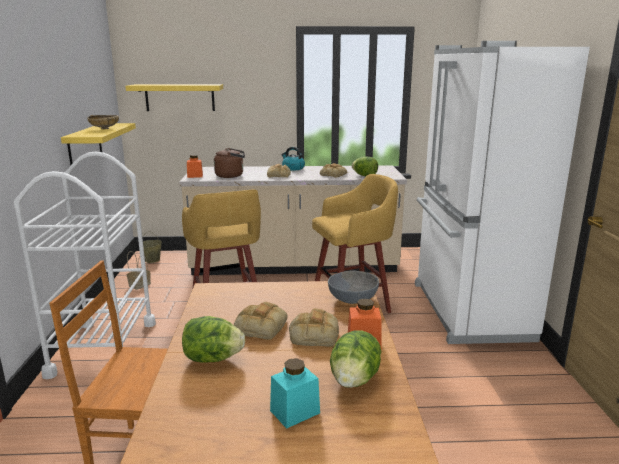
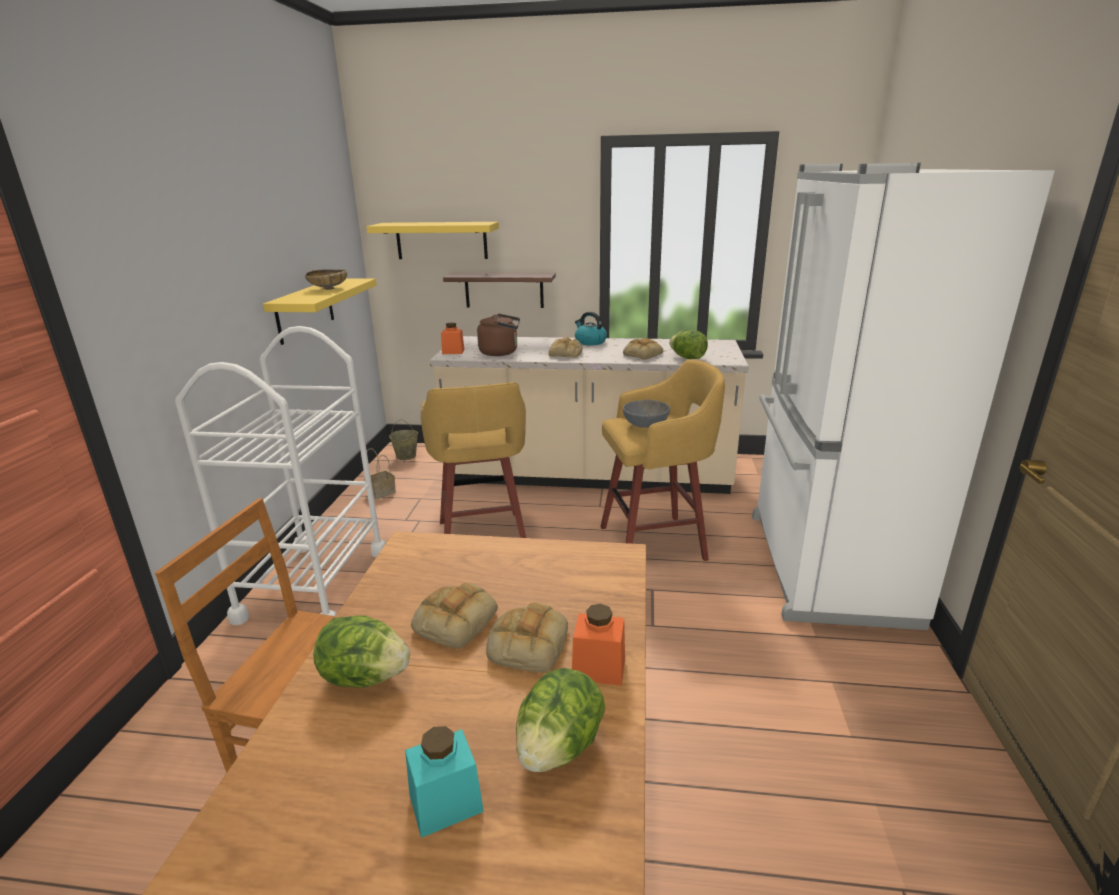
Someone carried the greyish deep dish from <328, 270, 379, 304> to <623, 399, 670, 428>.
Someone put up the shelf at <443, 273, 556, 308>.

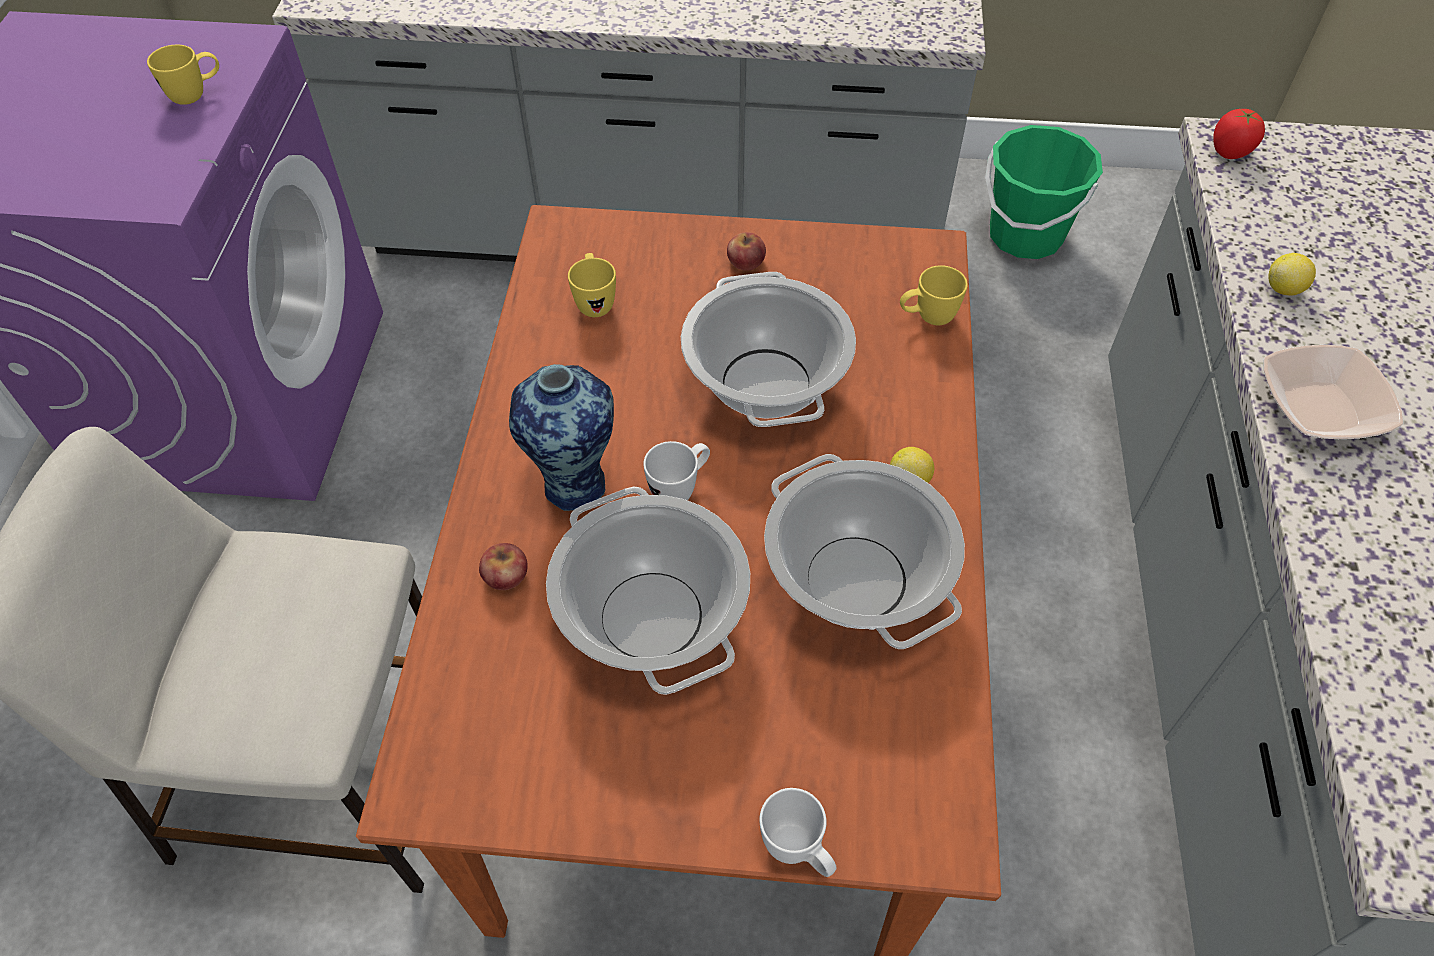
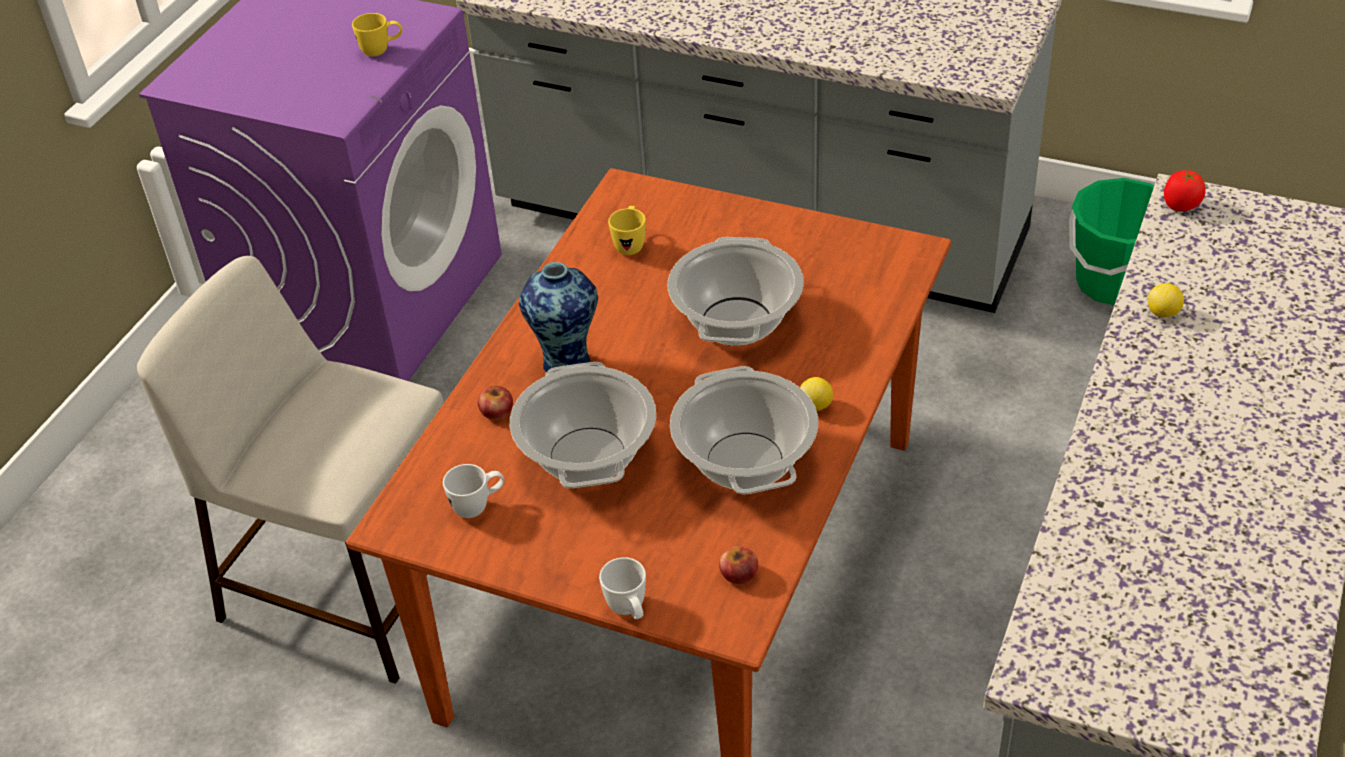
Someone carried the whole apple from <727, 232, 766, 271> to <719, 546, 758, 584>.
Someone took away the yellow-coloured mug at <900, 265, 968, 325>.
Someone took away the deep dish at <1263, 345, 1403, 439>.
Someone carried the white-coloured mug from <643, 441, 710, 500> to <443, 464, 504, 518>.

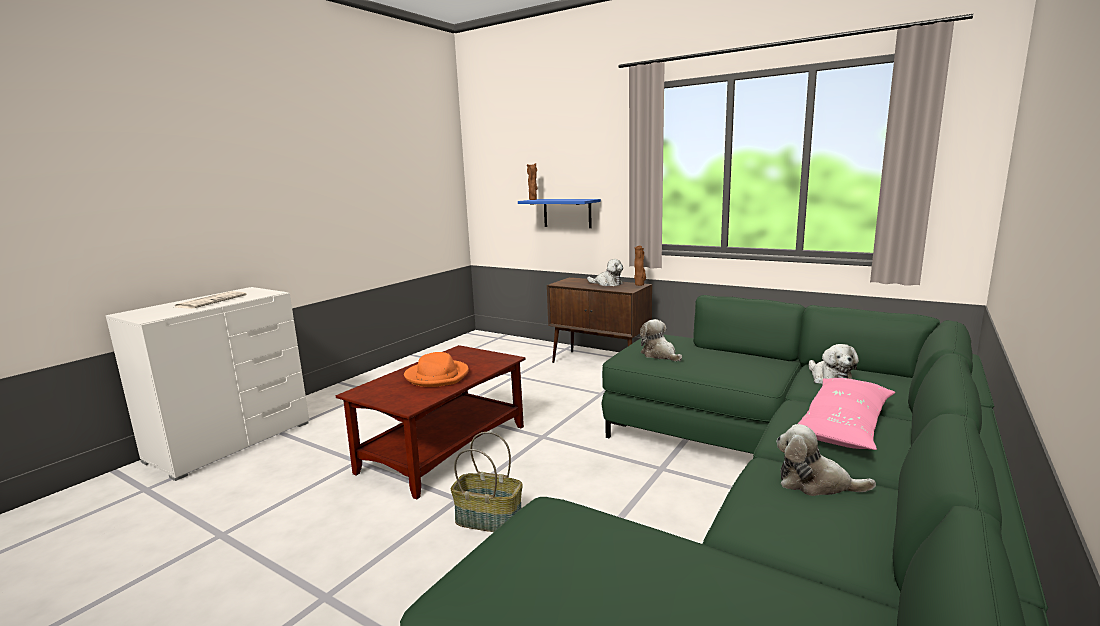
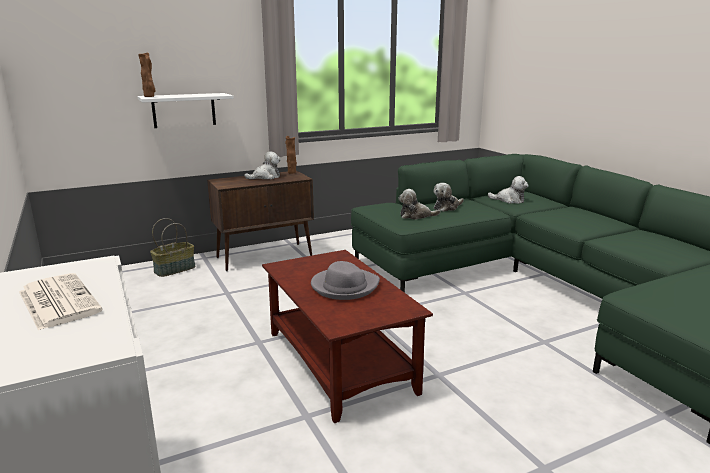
Someone repainted the bluish shelf at <518, 199, 601, 228>, which became the white-coloured shelf at <138, 93, 234, 128>.
Someone repainted the orangey clothing hat at <404, 352, 469, 387>, which became the greyish clothing hat at <311, 261, 380, 300>.
Someone took away the pink pillow at <798, 378, 895, 450>.
Someone carried the soft toy from <776, 424, 876, 496> to <434, 183, 464, 212>.
Someone carried the storage basket from <451, 432, 523, 532> to <150, 218, 195, 277>.

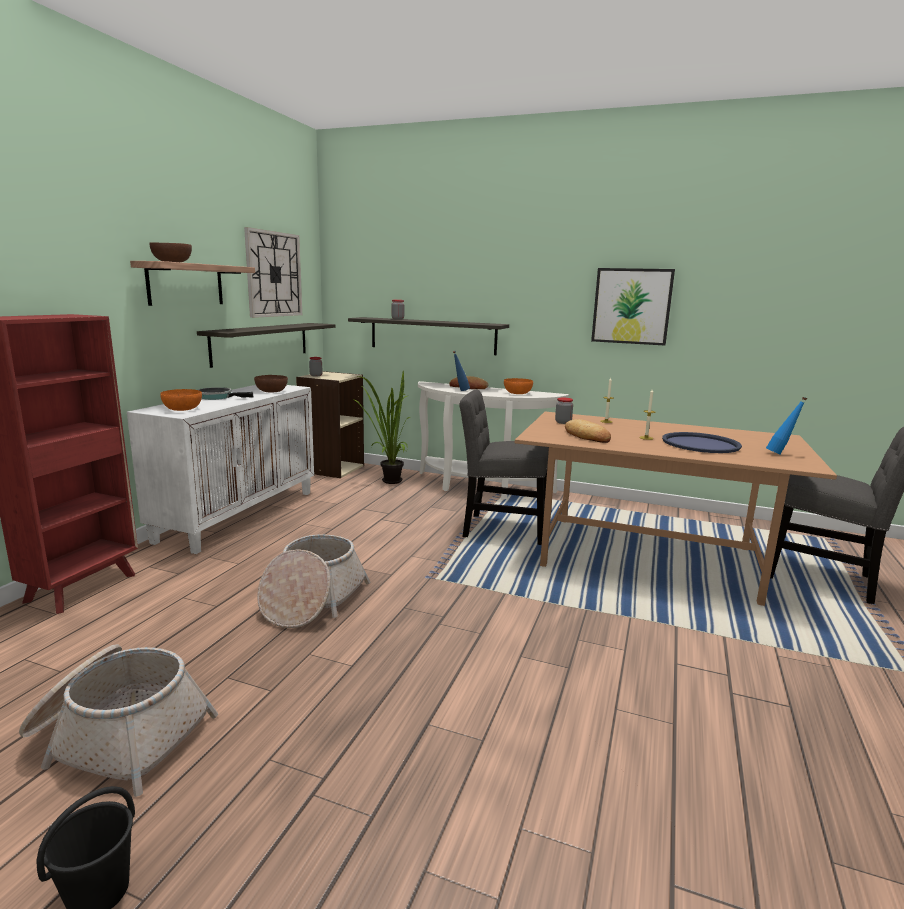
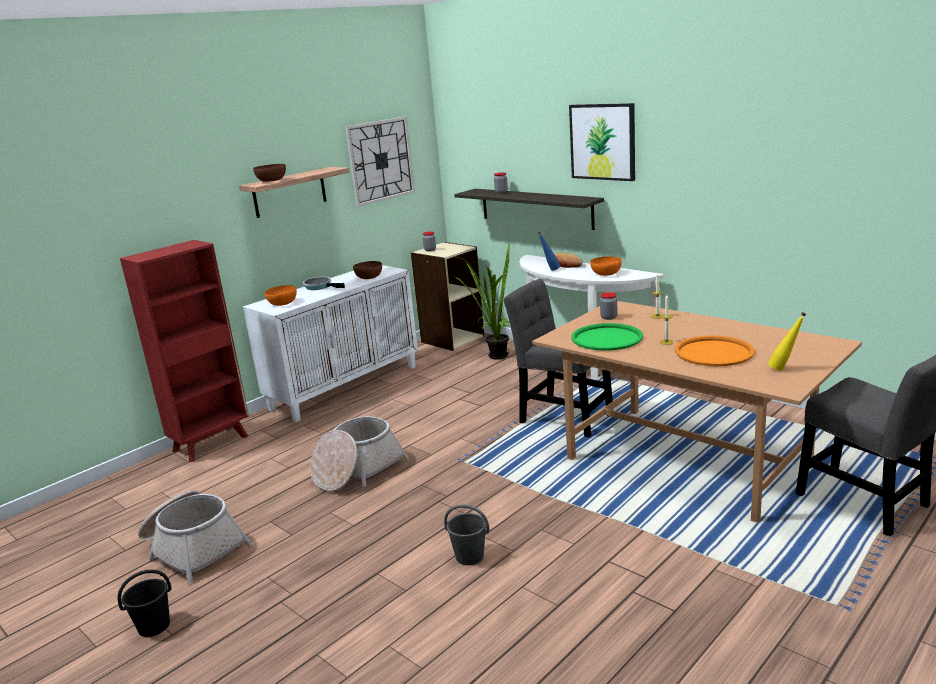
Someone carried the picture from <591, 268, 675, 346> to <569, 103, 635, 181>.
Someone took away the shelf at <197, 323, 336, 368>.
Someone repainted the bluish bottle at <766, 397, 807, 454>, which became the yellow-coloured bottle at <768, 312, 806, 371>.
Someone swapped the bakery bread at <565, 419, 611, 443> for the greenish carrying tray at <571, 323, 643, 351>.
Someone repainted the bluish carrying tray at <662, 432, 742, 453>, which became the orangey carrying tray at <675, 336, 755, 366>.
Someone put down the greyish pail at <444, 504, 490, 565>.

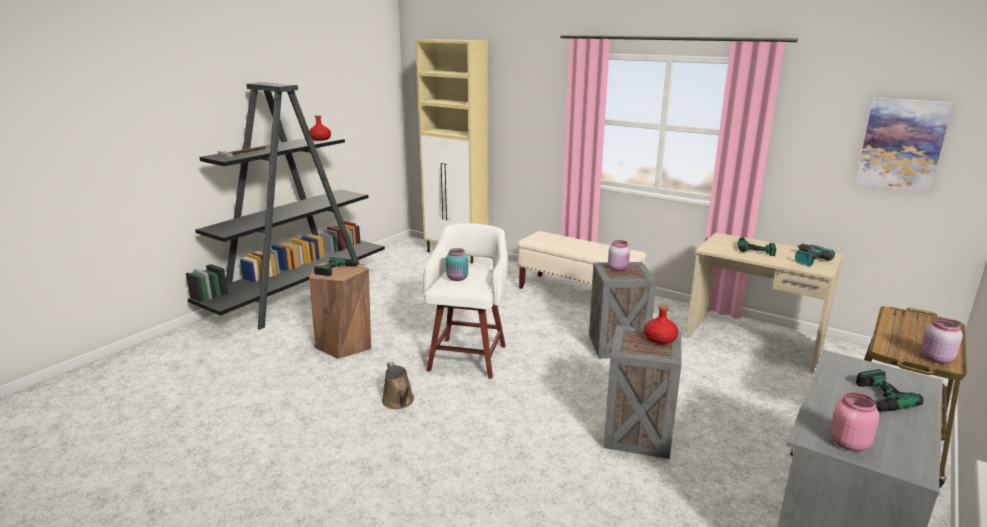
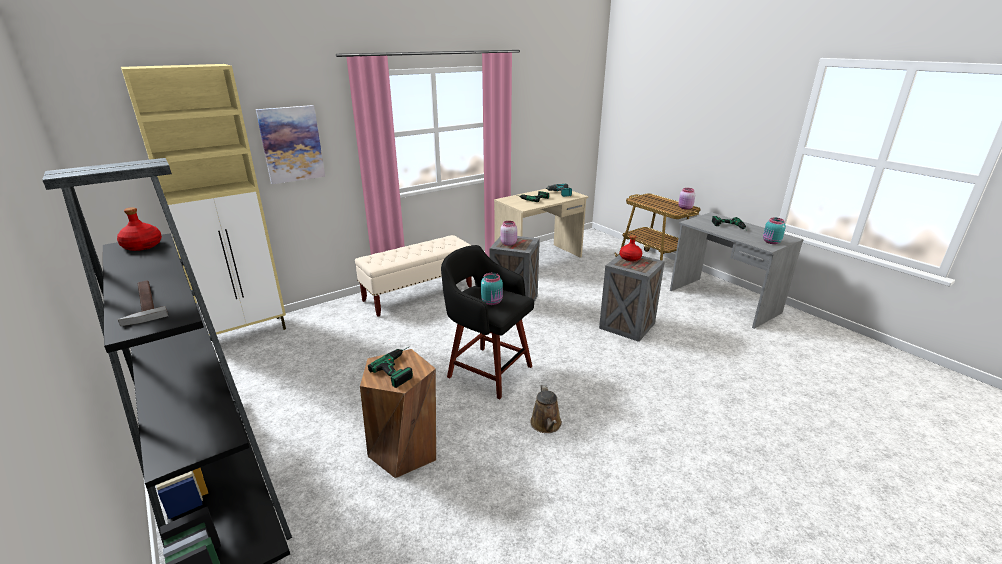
Someone carried the picture from <855, 98, 953, 193> to <256, 105, 325, 184>.
Someone repainted the white-coloured stool at <423, 223, 508, 379>, which became the black stool at <441, 245, 534, 399>.
Someone rotated the brown watering can at <382, 361, 414, 409> by 90 degrees clockwise.
Someone repainted the pink preserve jar at <830, 392, 879, 451>, which became the turquoise preserve jar at <763, 218, 786, 244>.

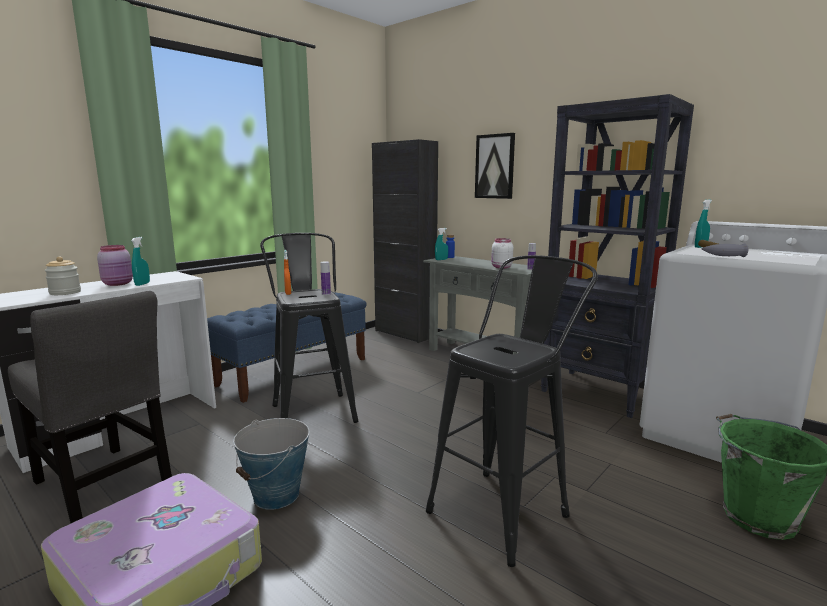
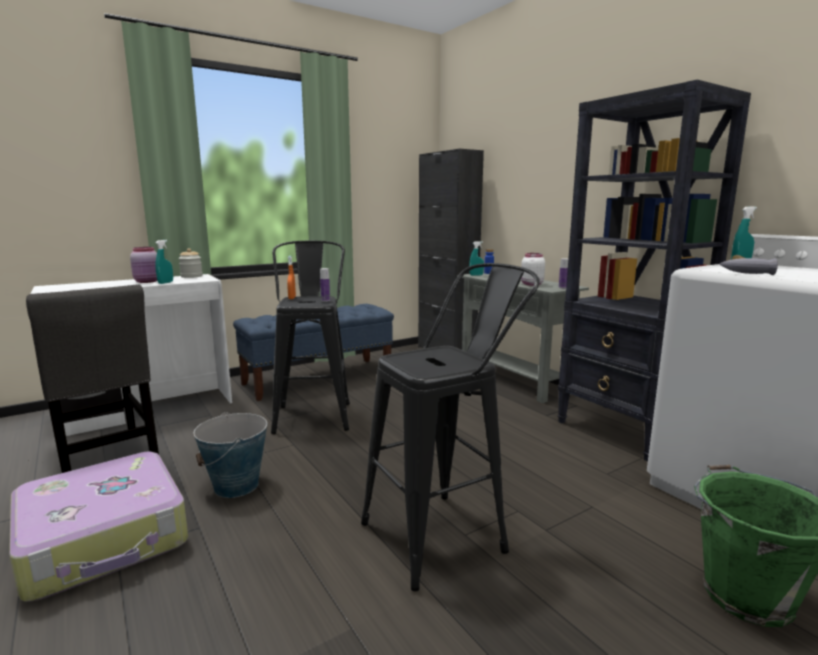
Someone took away the picture at <475, 133, 515, 199>.
Someone carried the preserve jar from <44, 257, 81, 295> to <179, 248, 203, 278>.

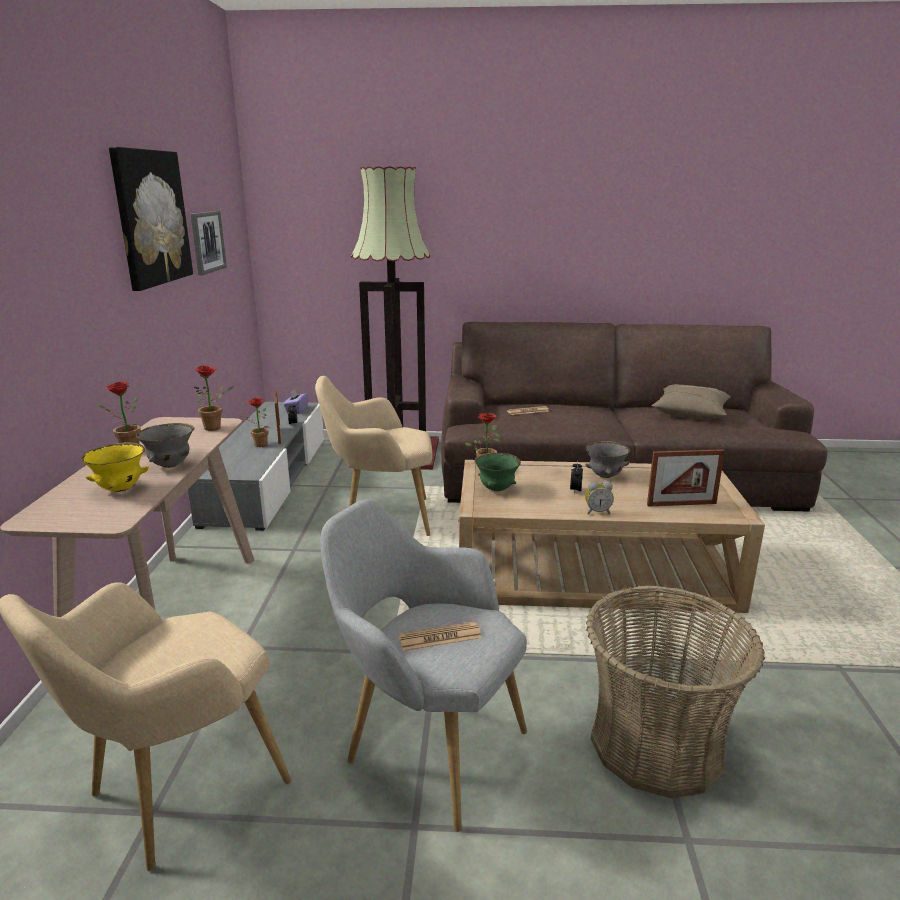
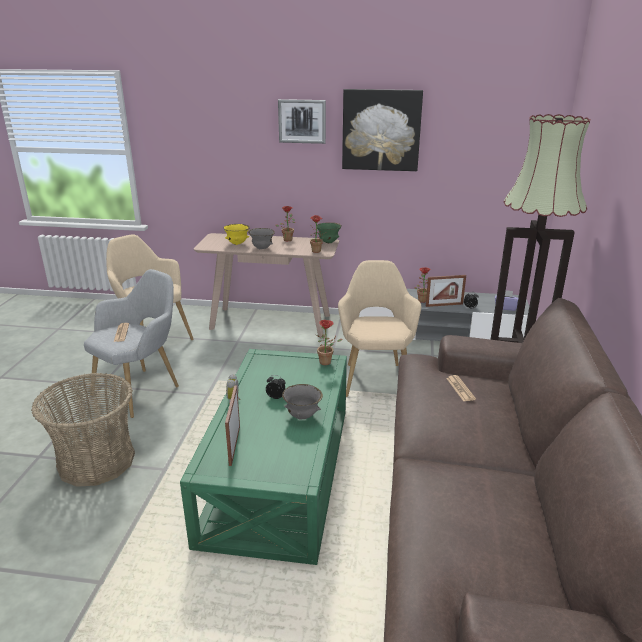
Someone carried the picture from <190, 211, 227, 275> to <278, 99, 326, 144>.
Someone took away the beige pillow at <651, 385, 731, 420>.
Someone carried the greenish deep dish from <475, 453, 521, 491> to <317, 222, 342, 243>.
Someone repainted the beige low table at <458, 460, 765, 613>, which became the greenish low table at <180, 349, 347, 565>.

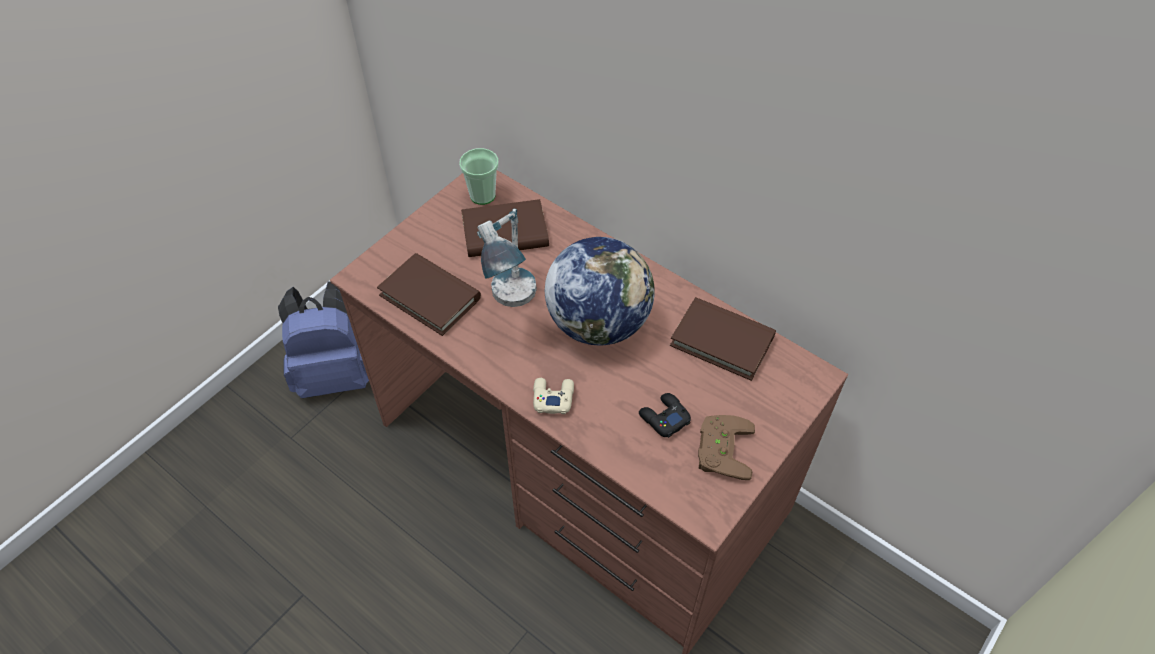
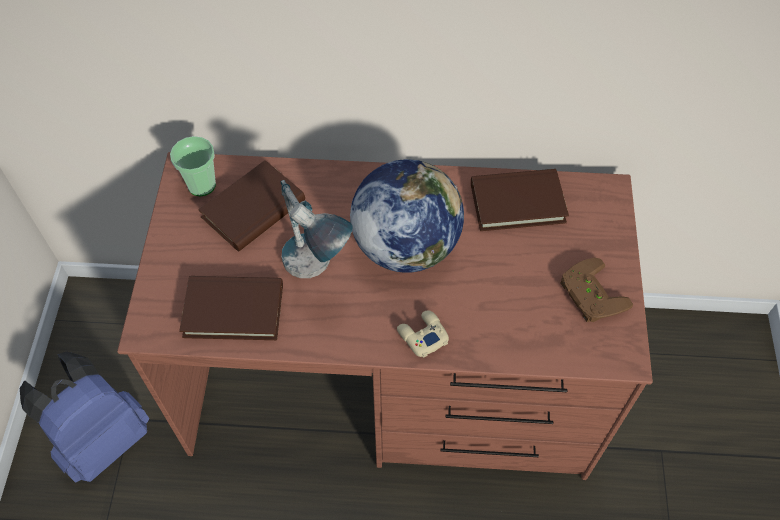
Someone took away the black game controller at <639, 393, 691, 438>.

